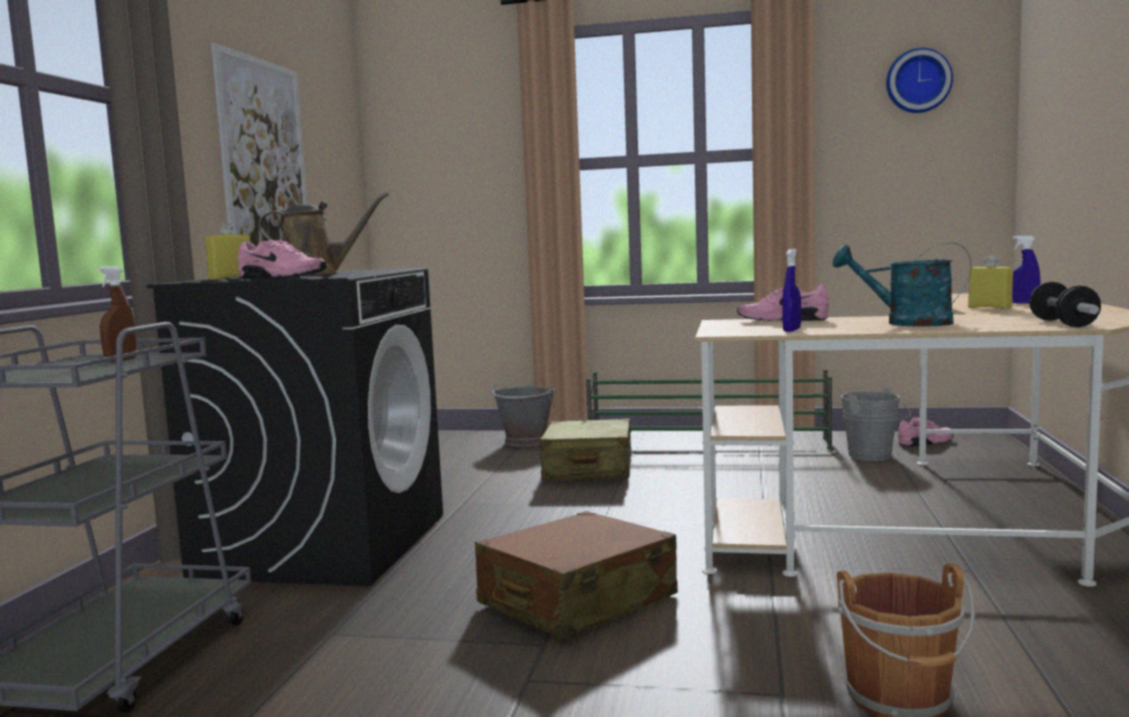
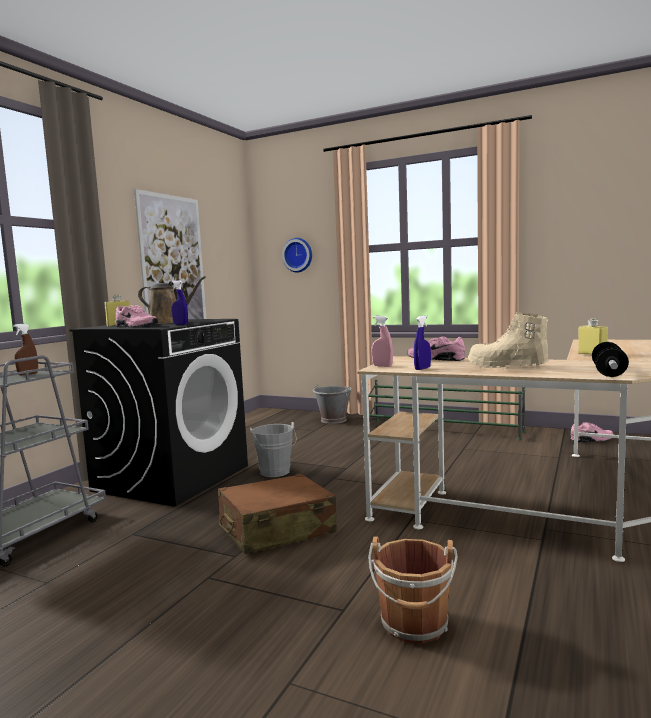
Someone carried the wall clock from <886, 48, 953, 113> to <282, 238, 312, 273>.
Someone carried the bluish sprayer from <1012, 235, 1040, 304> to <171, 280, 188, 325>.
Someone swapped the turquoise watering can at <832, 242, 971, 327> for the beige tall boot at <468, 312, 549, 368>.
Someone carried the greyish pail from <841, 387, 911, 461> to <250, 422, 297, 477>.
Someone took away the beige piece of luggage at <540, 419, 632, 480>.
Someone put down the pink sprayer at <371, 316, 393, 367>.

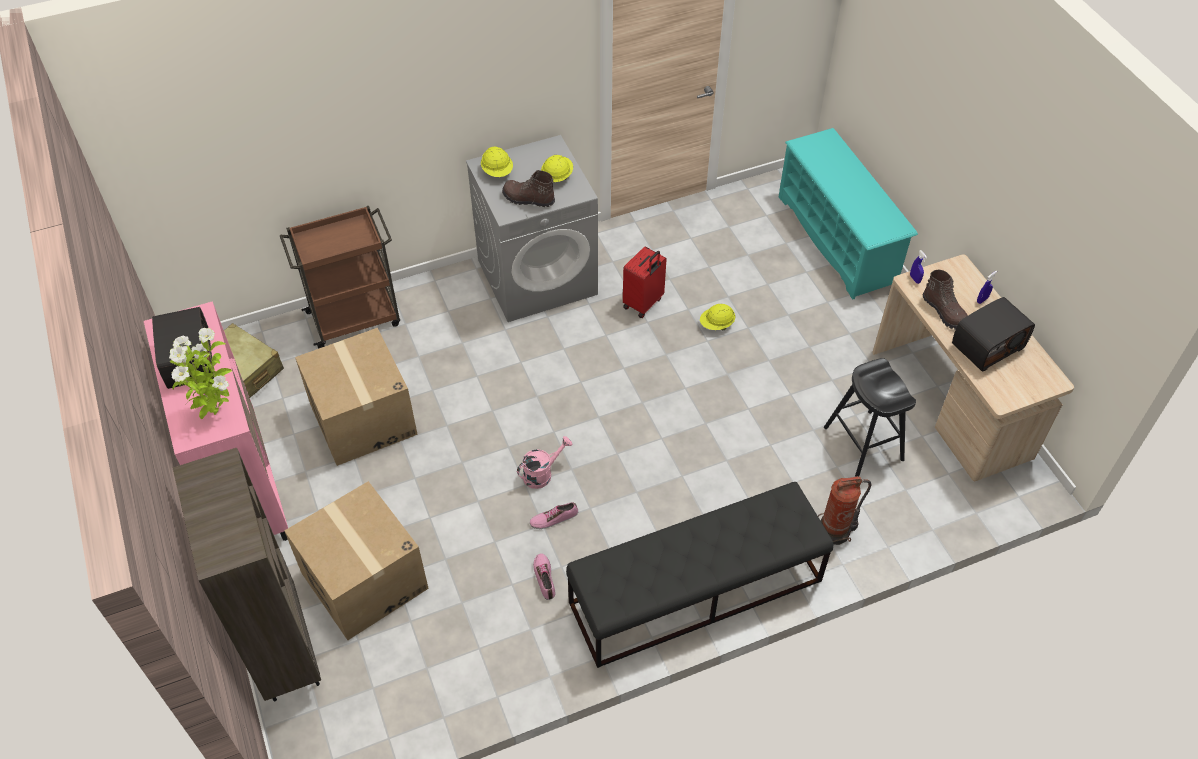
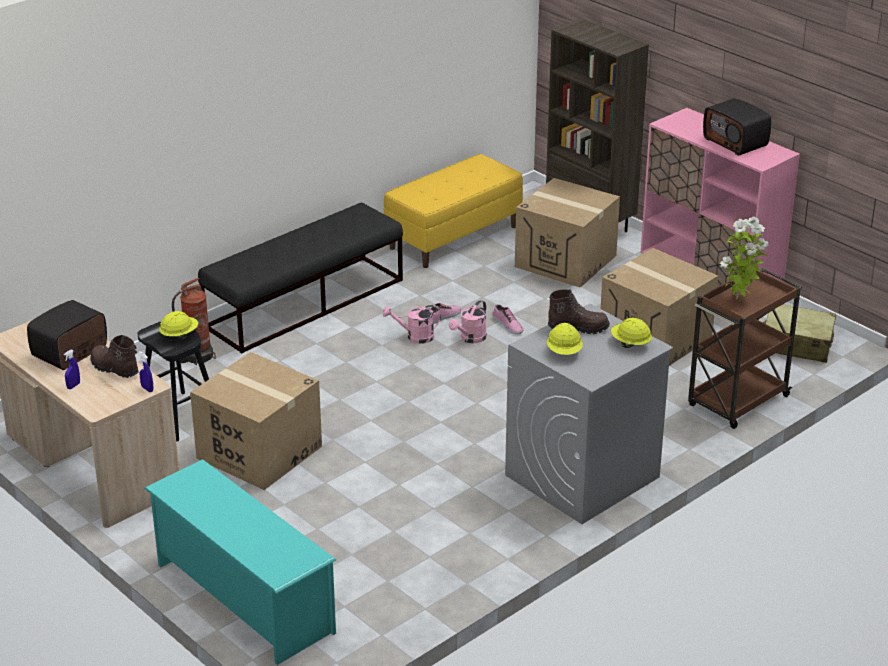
Someone took away the red-coloured piece of luggage at <623, 247, 667, 318>.
Someone carried the yellow-coloured hard hat from <700, 304, 735, 331> to <159, 311, 198, 340>.
Someone carried the houseplant from <169, 328, 232, 419> to <720, 217, 769, 300>.
Someone carried the low shoe from <533, 553, 556, 600> to <493, 304, 523, 334>.
Someone put down the yellow-coloured indoor bench at <384, 154, 523, 268>.
Someone put down the pink watering can at <383, 305, 441, 344>.
Someone put down the cardboard box at <190, 352, 322, 490>.

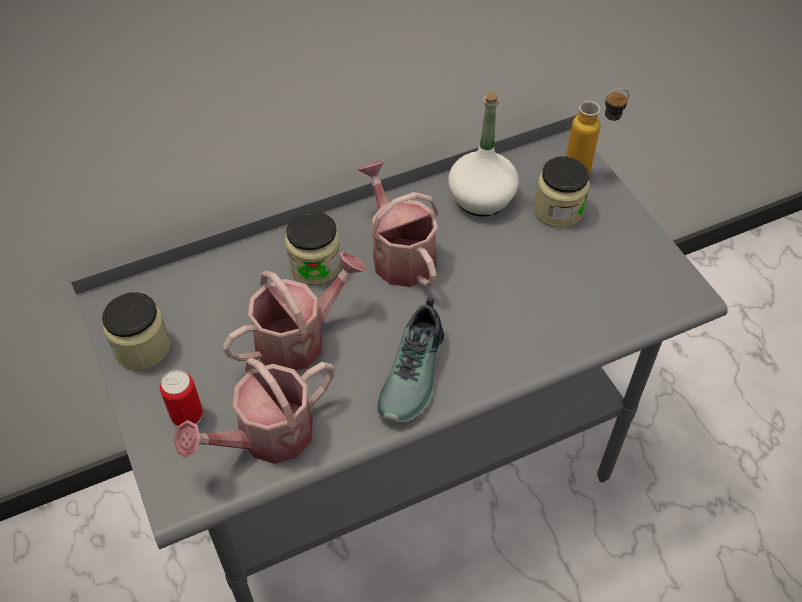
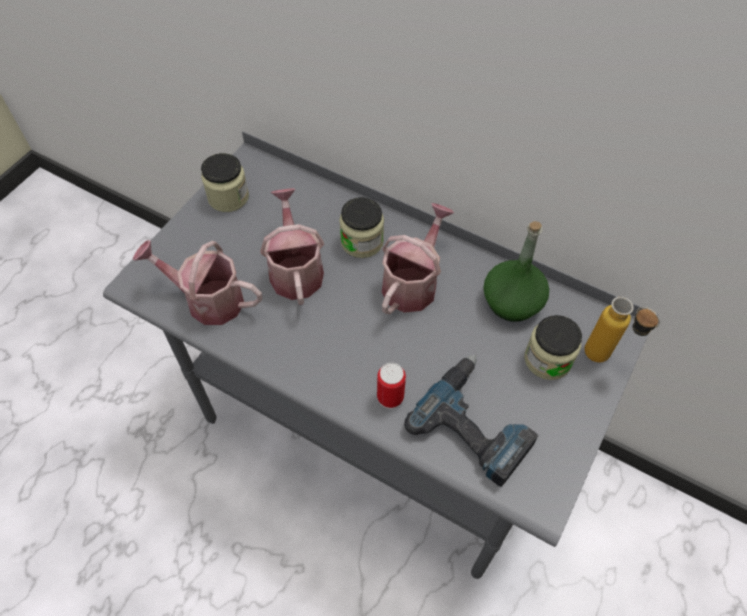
Someone repainted the white-coloured bottle at <448, 92, 519, 217>, which became the greenish bottle at <484, 221, 549, 322>.
Someone rotated the watering can at <222, 252, 367, 371> by 120 degrees counterclockwise.
Someone took away the low shoe at <377, 297, 444, 423>.
Someone carried the metal can from <160, 370, 203, 426> to <377, 363, 406, 409>.
Someone put down the drill at <404, 355, 539, 487>.

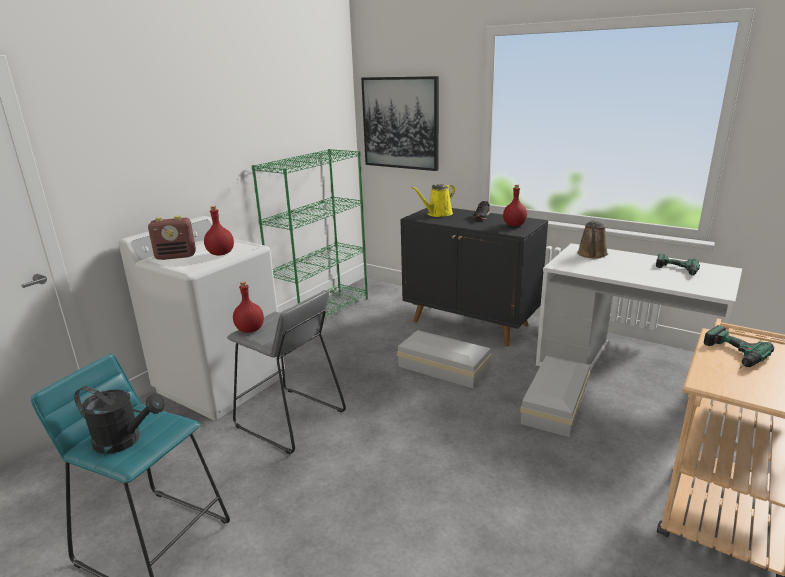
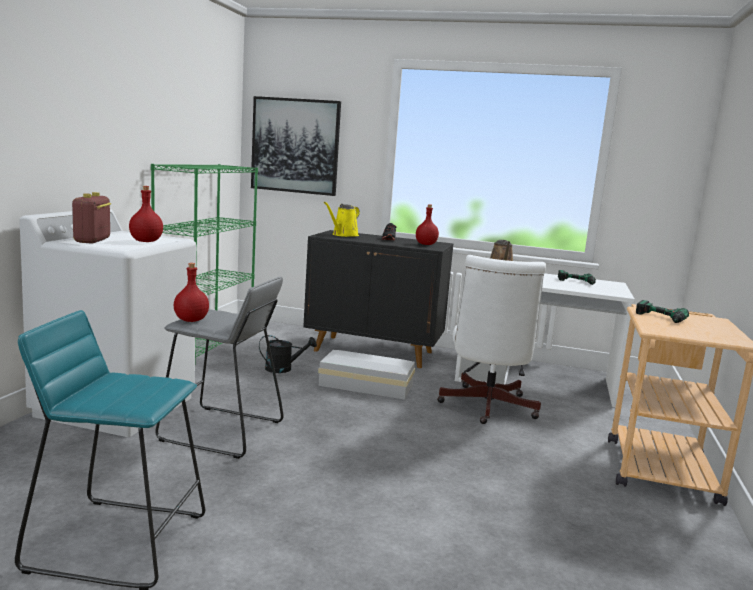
Someone rotated the radio set at <148, 216, 196, 260> by 120 degrees clockwise.
Someone swapped the white-coloured storage container at <520, 356, 590, 437> for the white-coloured office chair at <437, 255, 546, 424>.
Someone carried the black watering can from <74, 386, 165, 454> to <259, 335, 317, 373>.

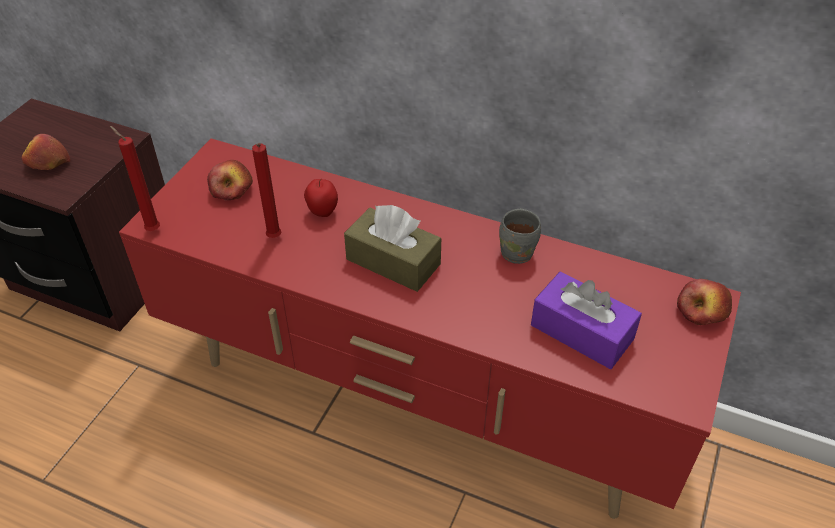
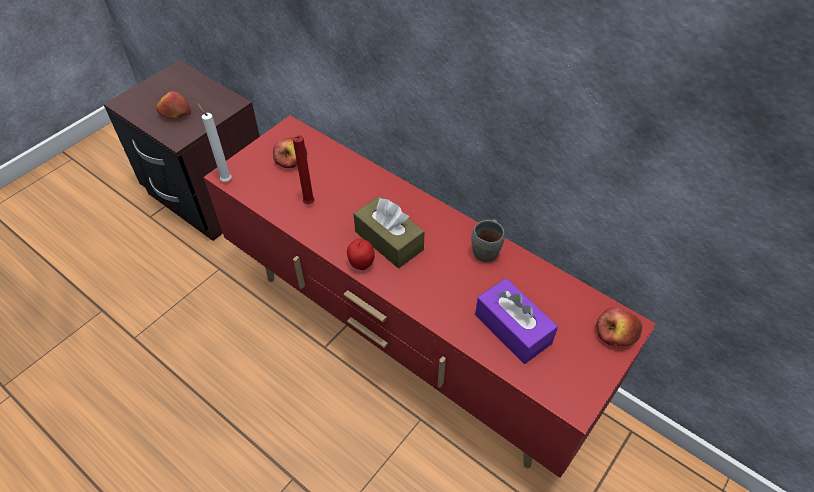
Someone repainted the red-coloured candle at <110, 126, 160, 231>, which became the white-coloured candle at <197, 103, 232, 182>.
Someone carried the whole apple from <304, 178, 338, 217> to <347, 239, 374, 270>.

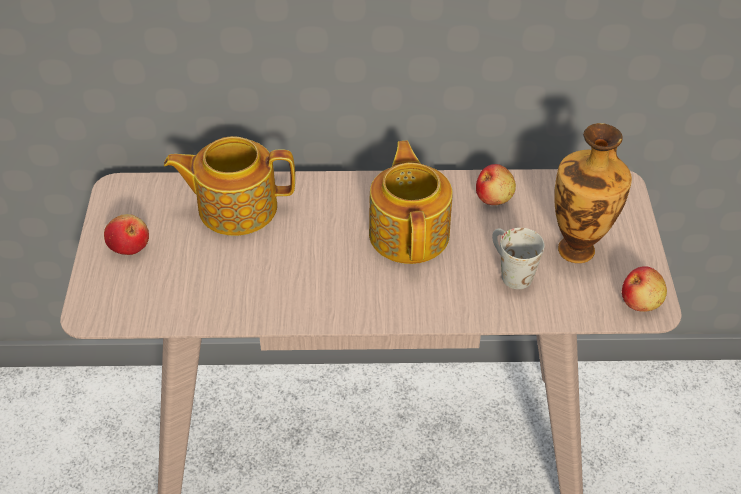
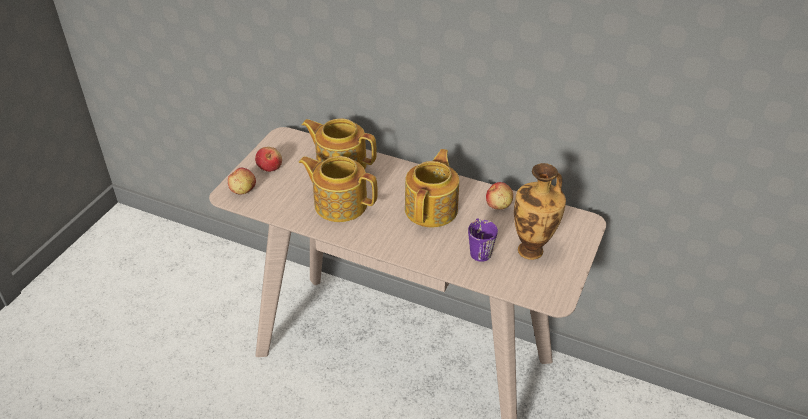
Someone repainted the white-coloured mug at <492, 228, 545, 289>, which became the purplish mug at <468, 218, 498, 262>.
Someone carried the whole apple from <622, 266, 667, 312> to <228, 168, 256, 195>.
Someone put down the tea pot at <299, 156, 378, 222>.

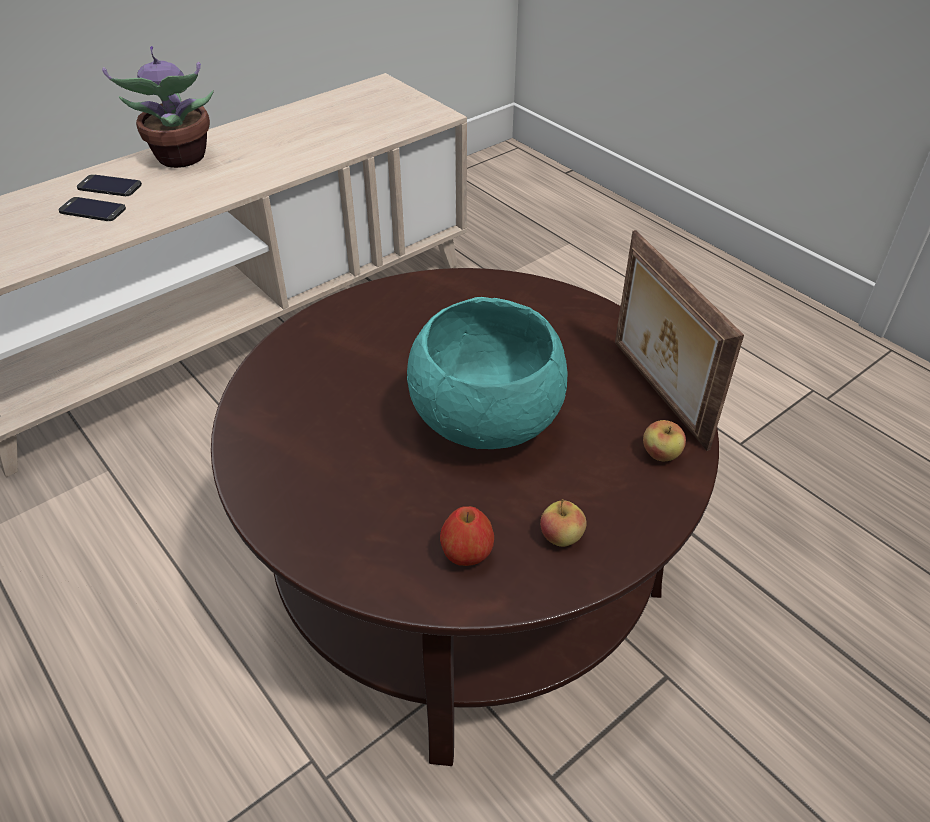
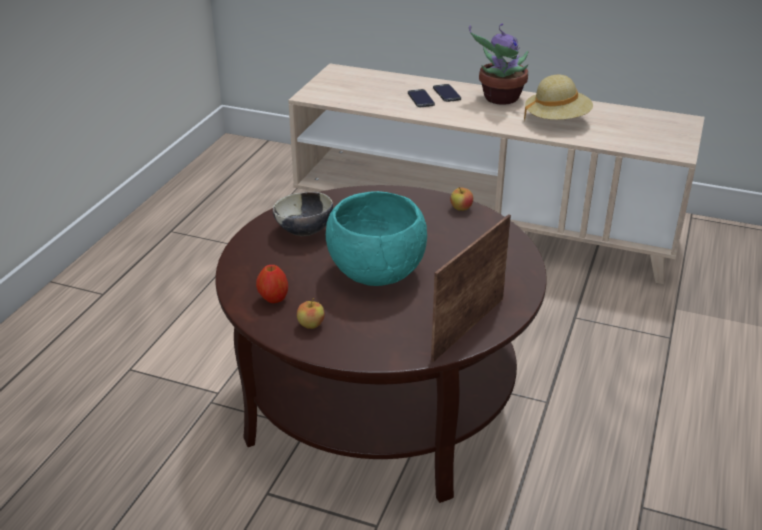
Someone carried the whole apple from <643, 420, 686, 461> to <450, 187, 473, 211>.
Someone put down the beige clothing hat at <524, 75, 593, 121>.
Someone put down the deep dish at <273, 192, 333, 236>.

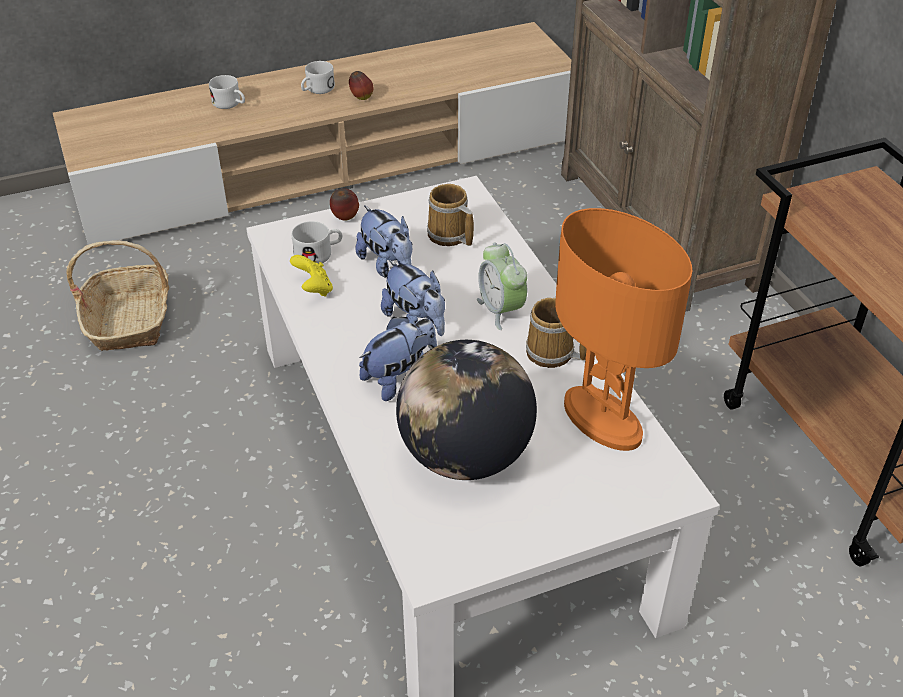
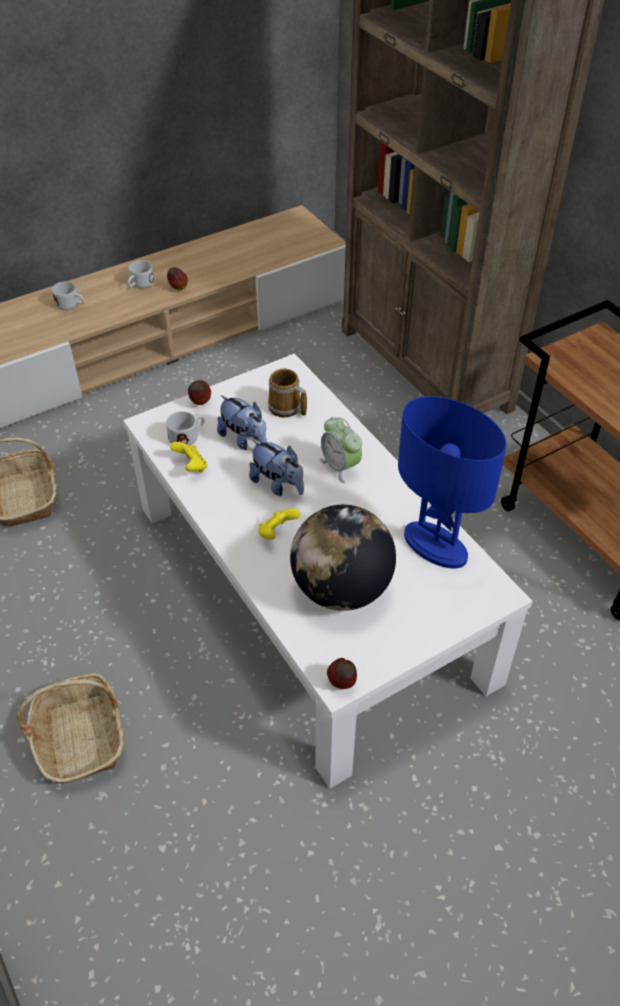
Someone repainted the orangey lamp for a table at <555, 208, 692, 451>, which became the bluish lamp for a table at <398, 396, 506, 568>.
Someone took away the mug at <526, 298, 587, 368>.
Someone swapped the soft toy at <359, 317, 437, 401> for the yellow-coloured game controller at <258, 509, 300, 540>.
Someone put down the whole apple at <327, 658, 357, 689>.
Someone put down the storage basket at <17, 673, 123, 784>.

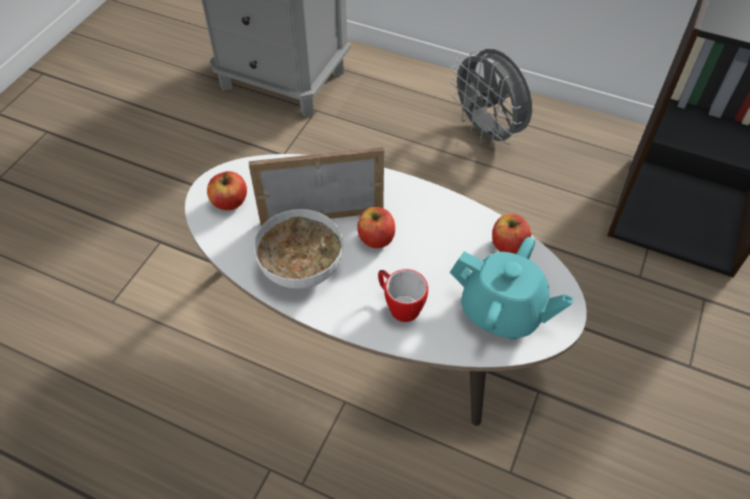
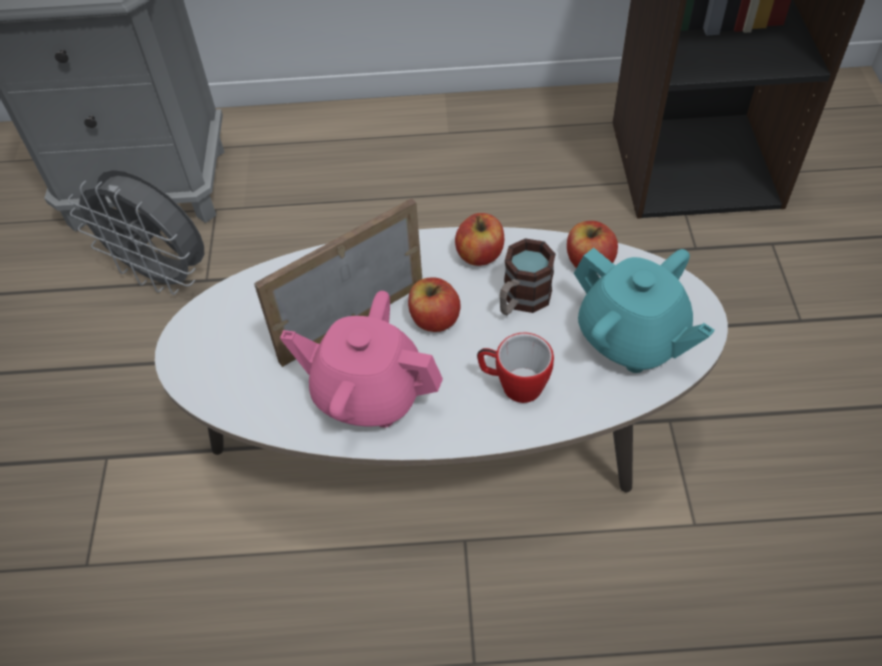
Someone carried the greyish cooling fan from <449, 49, 532, 148> to <68, 170, 204, 295>.
Someone carried the whole apple from <207, 171, 247, 210> to <455, 213, 504, 266>.
Someone swapped the deep dish at <253, 209, 343, 289> for the pink tea pot at <280, 291, 443, 428>.
Someone rotated the turquoise tea pot at <450, 237, 574, 339> by 45 degrees clockwise.
Someone put down the mug at <500, 238, 556, 315>.

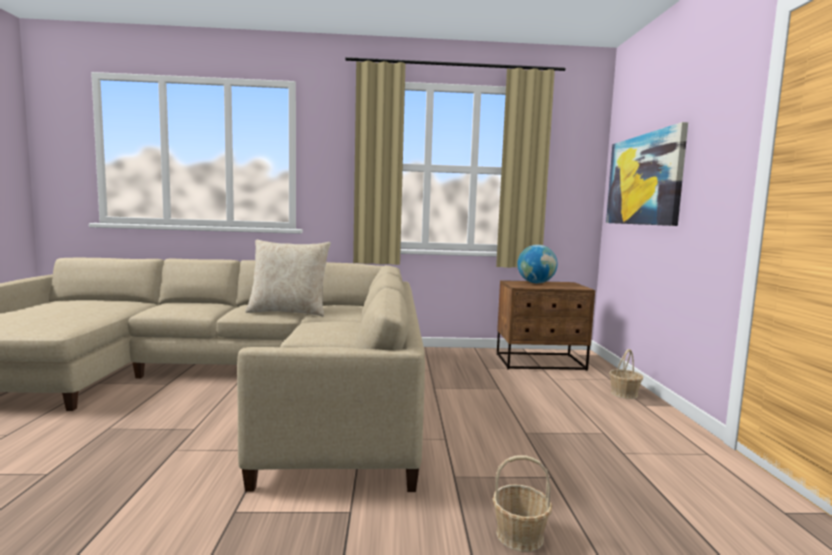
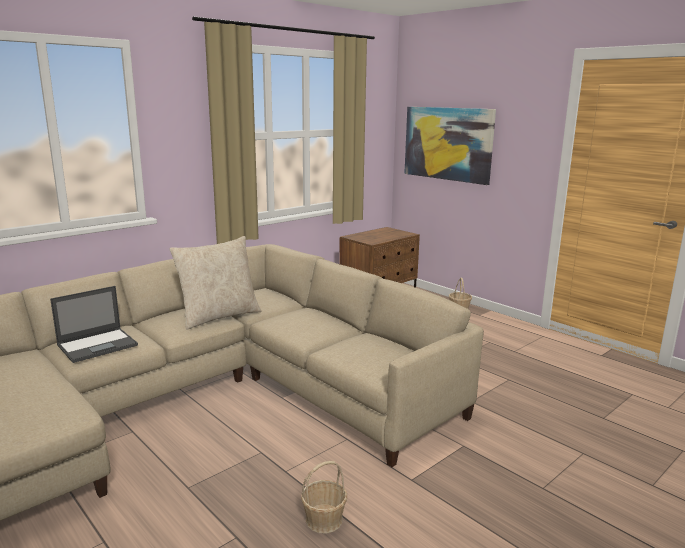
Someone took away the world globe at <517, 245, 557, 283>.
Someone carried the storage basket from <492, 455, 552, 552> to <301, 461, 347, 533>.
Someone put down the notebook computer at <50, 286, 138, 363>.

